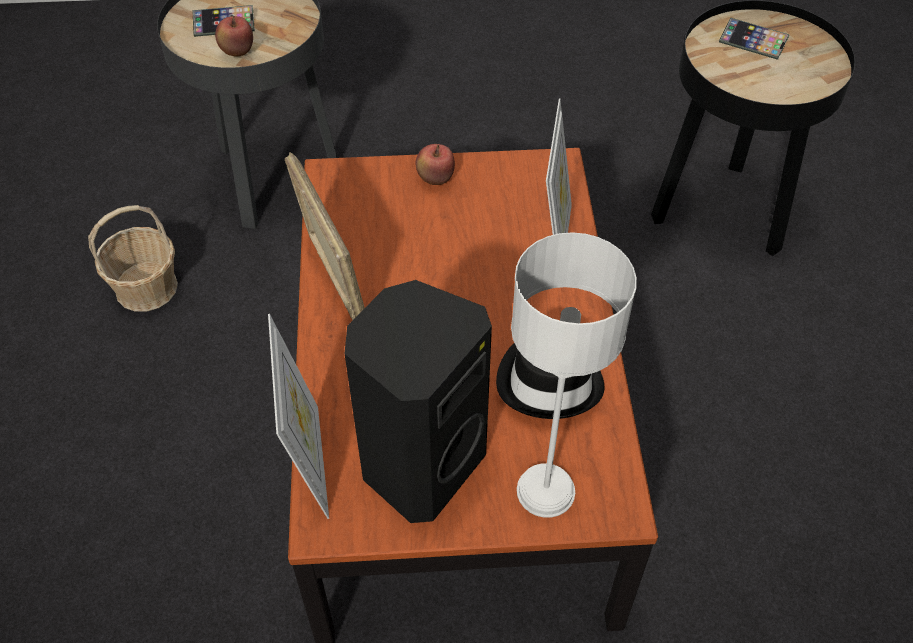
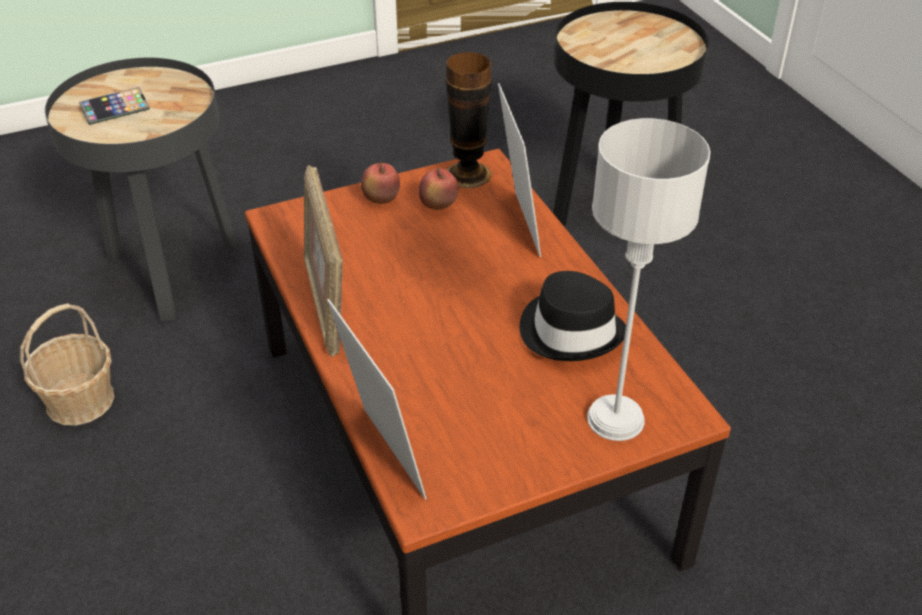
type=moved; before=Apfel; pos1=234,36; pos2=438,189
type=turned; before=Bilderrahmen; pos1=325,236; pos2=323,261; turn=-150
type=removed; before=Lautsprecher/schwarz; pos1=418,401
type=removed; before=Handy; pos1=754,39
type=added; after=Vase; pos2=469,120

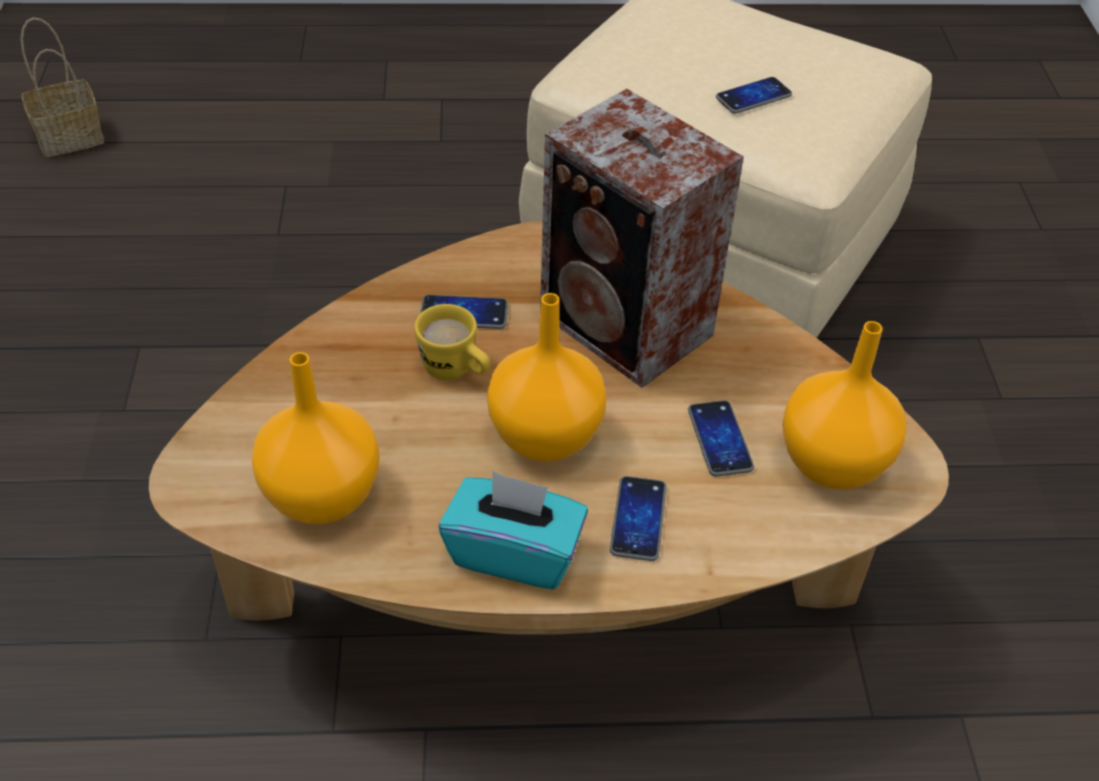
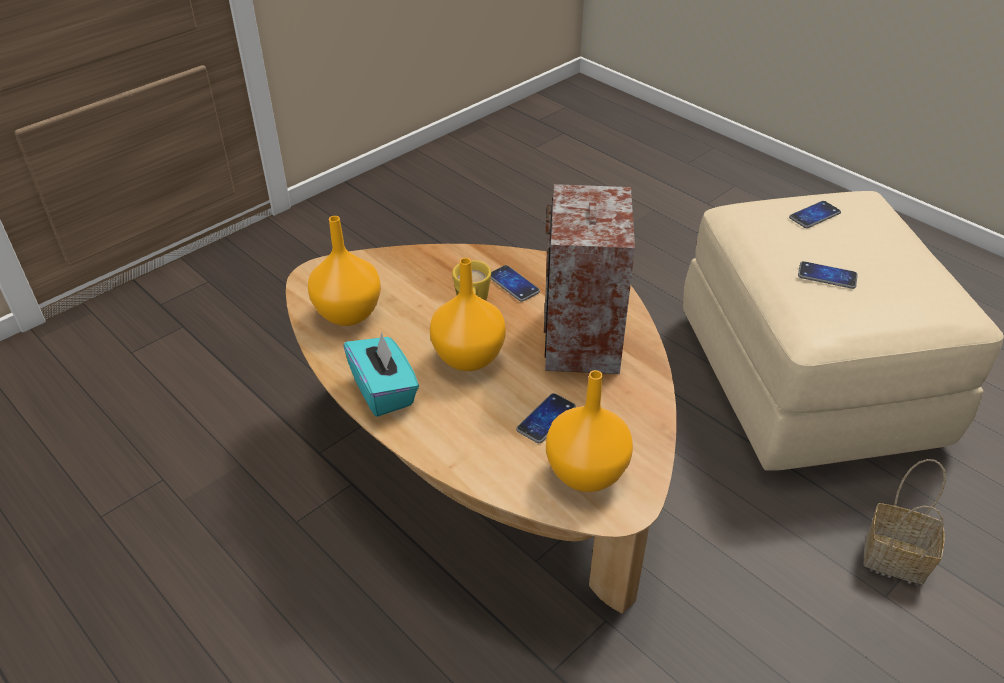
type=moved; before=Korb; pos1=62,87; pos2=905,521
type=moved; before=Handy; pos1=638,518; pos2=815,214

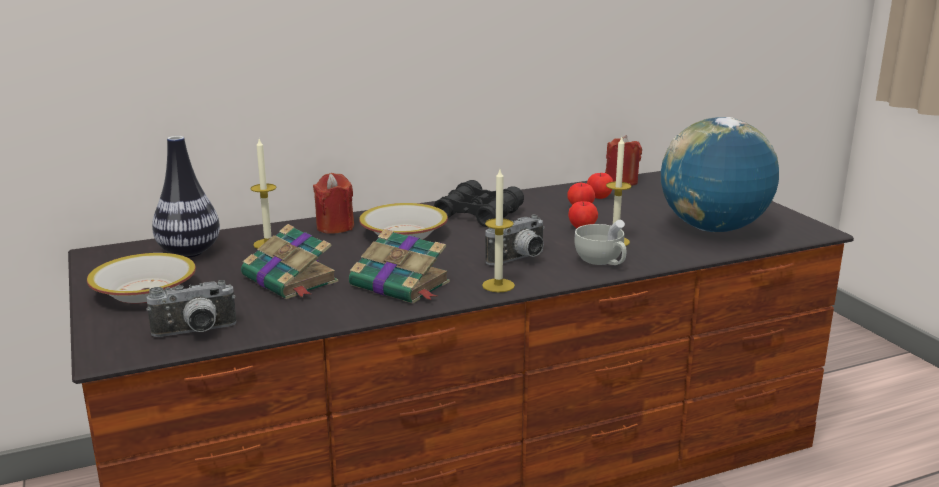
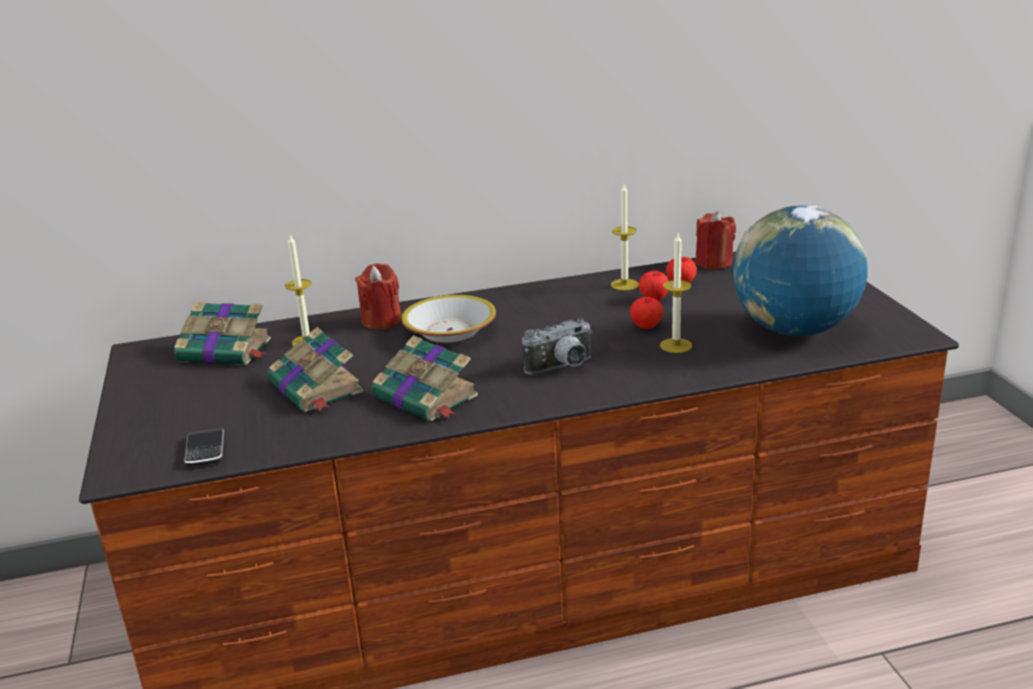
type=removed; before=Schüssel; pos1=141,278
type=replaced; before=Kamera; after=Handy; pos1=191,308; pos2=204,447
type=replaced; before=Vase; after=Buch; pos1=186,197; pos2=222,333
type=removed; before=Fernglas/schwarz; pos1=479,203
type=moved; before=Kerze; pos1=498,231; pos2=625,237
type=removed; before=Tasse/weiß; pos1=600,242

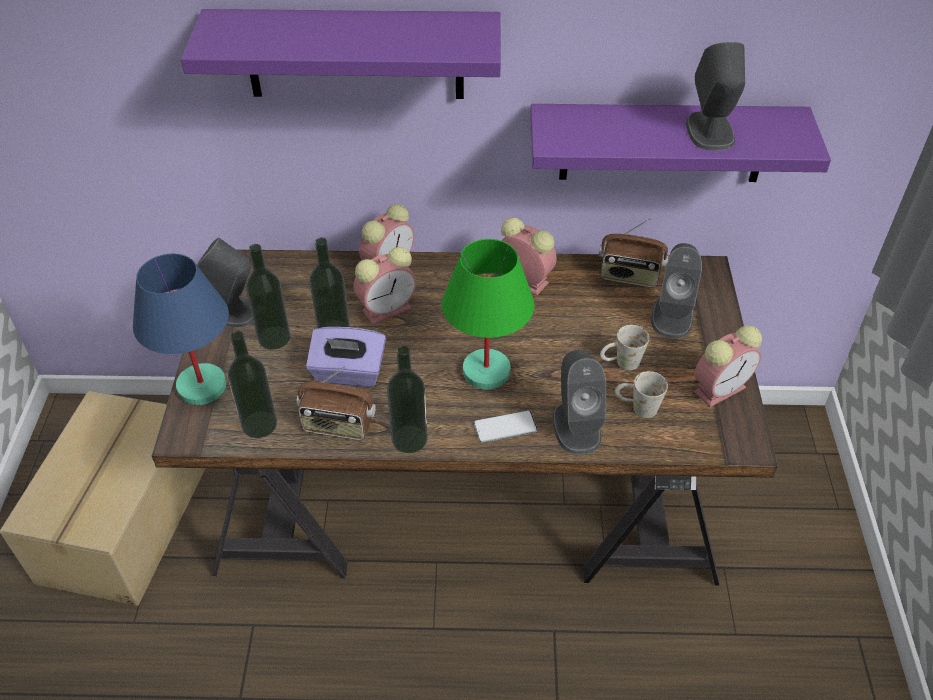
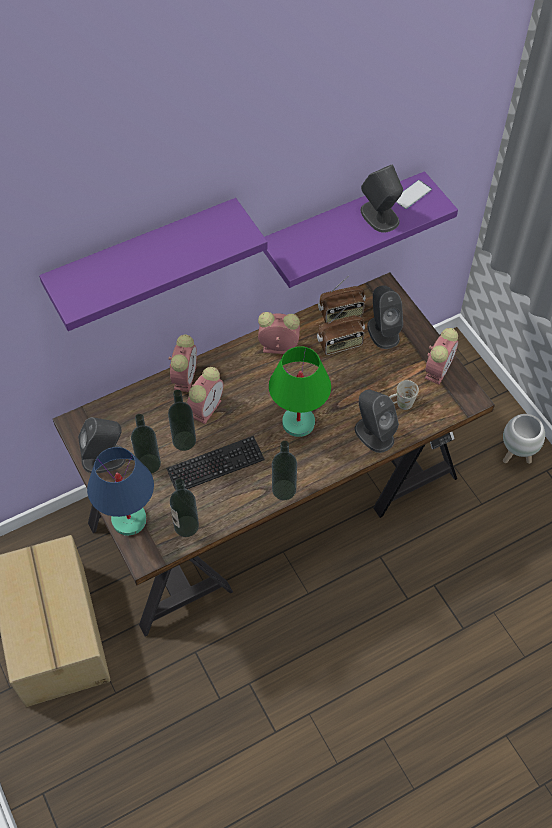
type=moved; before=Radio; pos1=336,402; pos2=341,330
type=replaced; before=Taschentuchbox/lila; after=Tastatur; pos1=346,357; pos2=215,463
type=moved; before=Handy; pos1=506,426; pos2=414,194
type=removed; before=Henkelbecher/weiß; pos1=624,347
type=added; after=Pflanzkübel/weiß; pos2=524,439

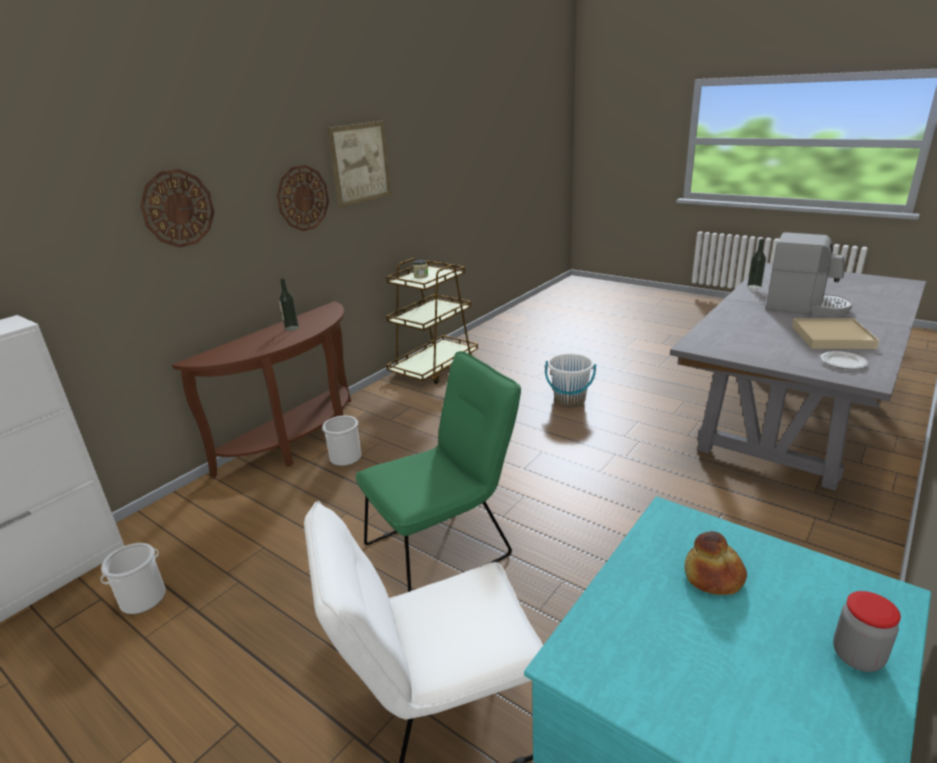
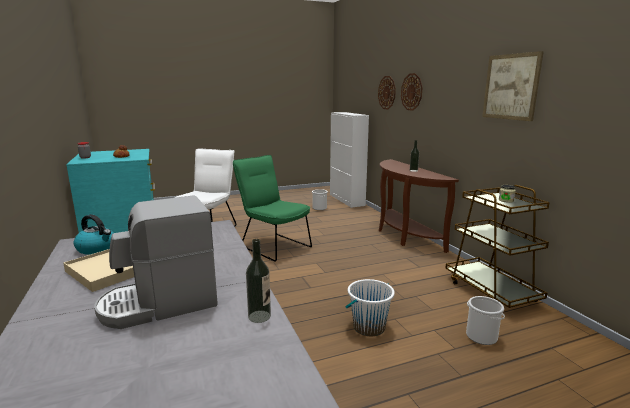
type=moved; before=Wanduhr; pos1=303,198; pos2=387,92
type=moved; before=Eimer; pos1=341,441; pos2=485,320
type=turned; before=Stuhl/grün; pos1=438,471; pos2=272,208; turn=135
type=replaced; before=Teller; after=Wasserkessel; pos1=844,360; pos2=94,234

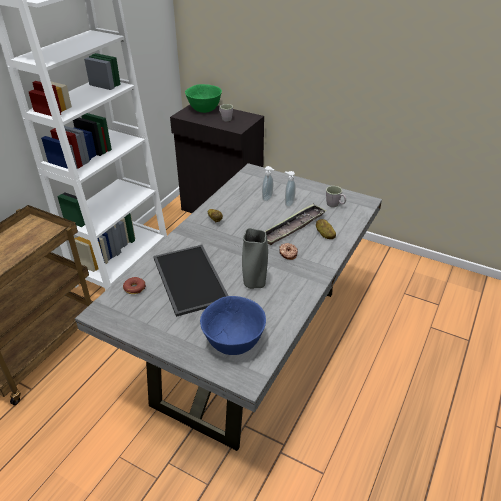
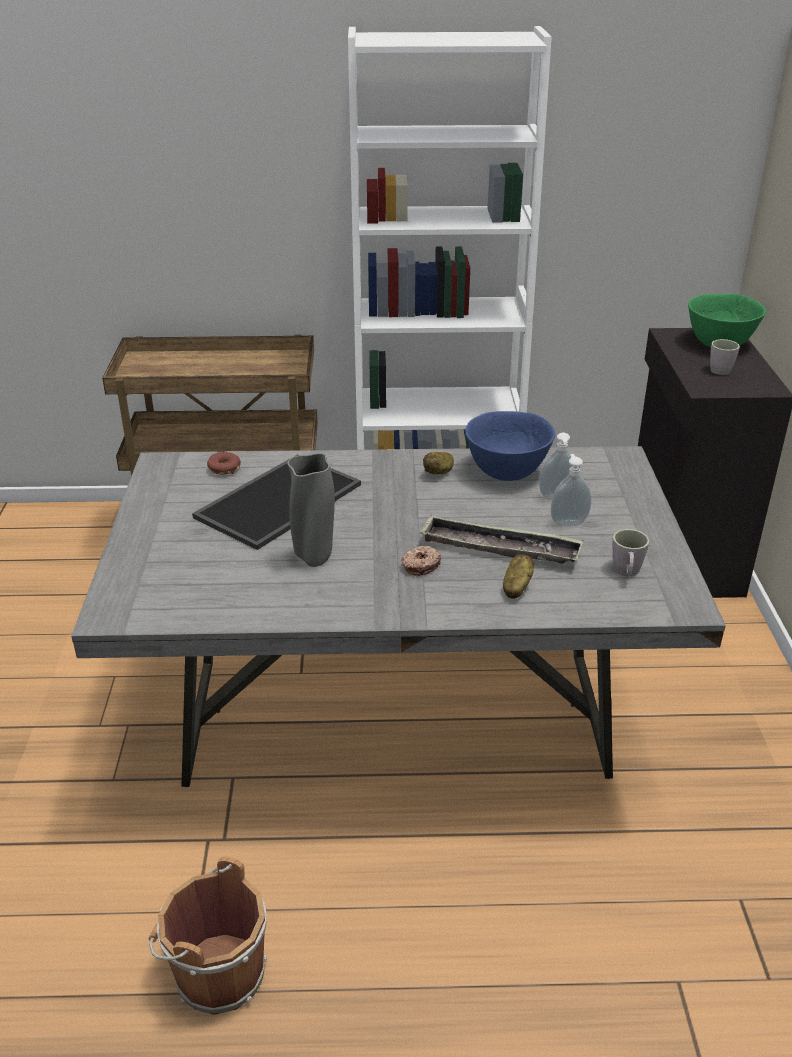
type=moved; before=Schüssel/blau; pos1=233,325; pos2=510,446
type=added; after=Eimer/braun; pos2=208,936

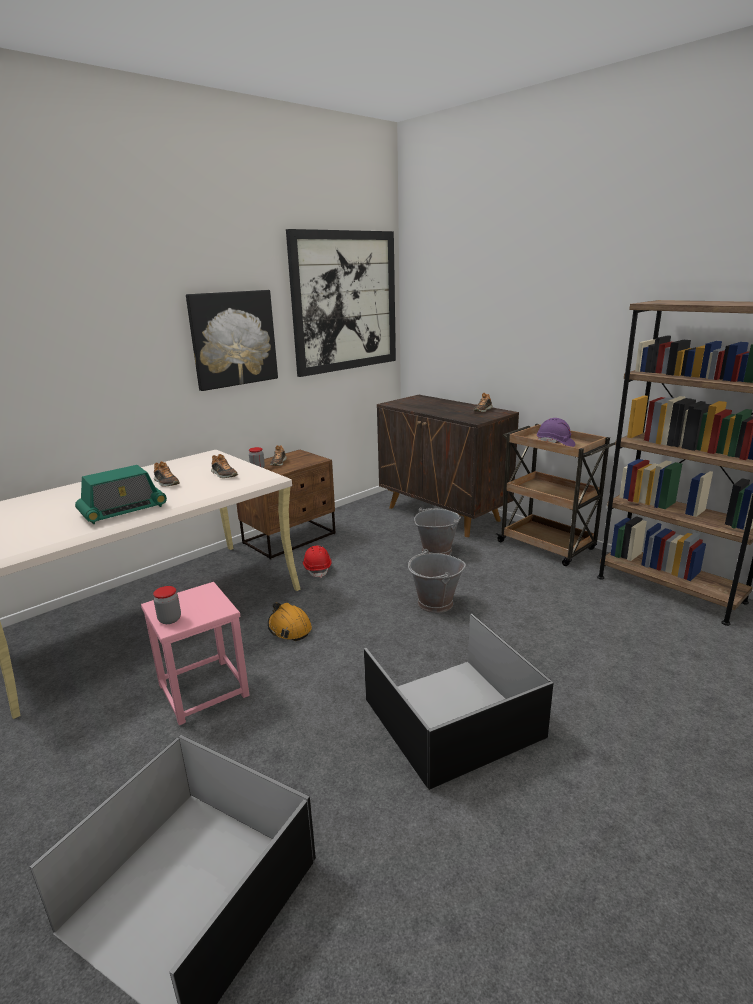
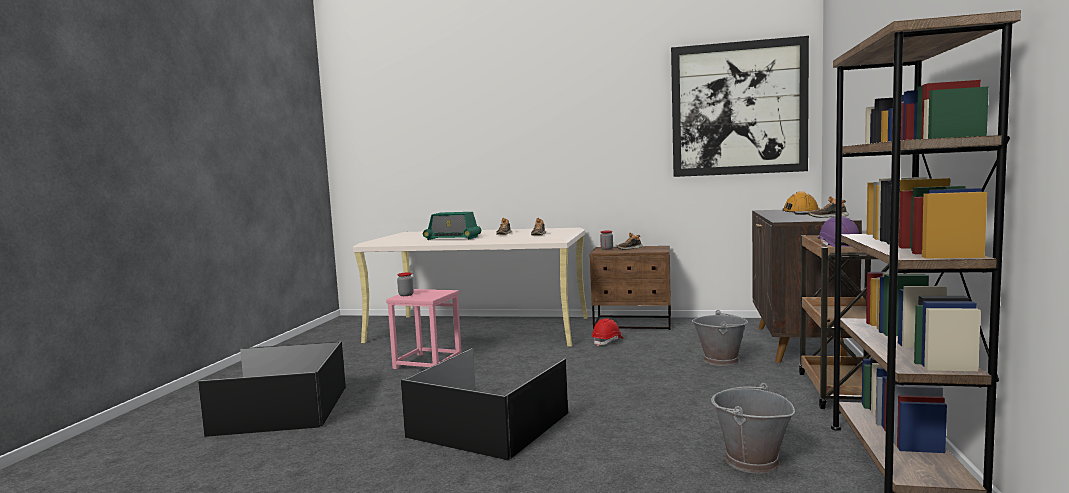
type=removed; before=Bild; pos1=232,340
type=moved; before=Schutzhelm/orange; pos1=290,622; pos2=801,203
type=moved; before=Eimer/grau; pos1=437,581; pos2=753,428

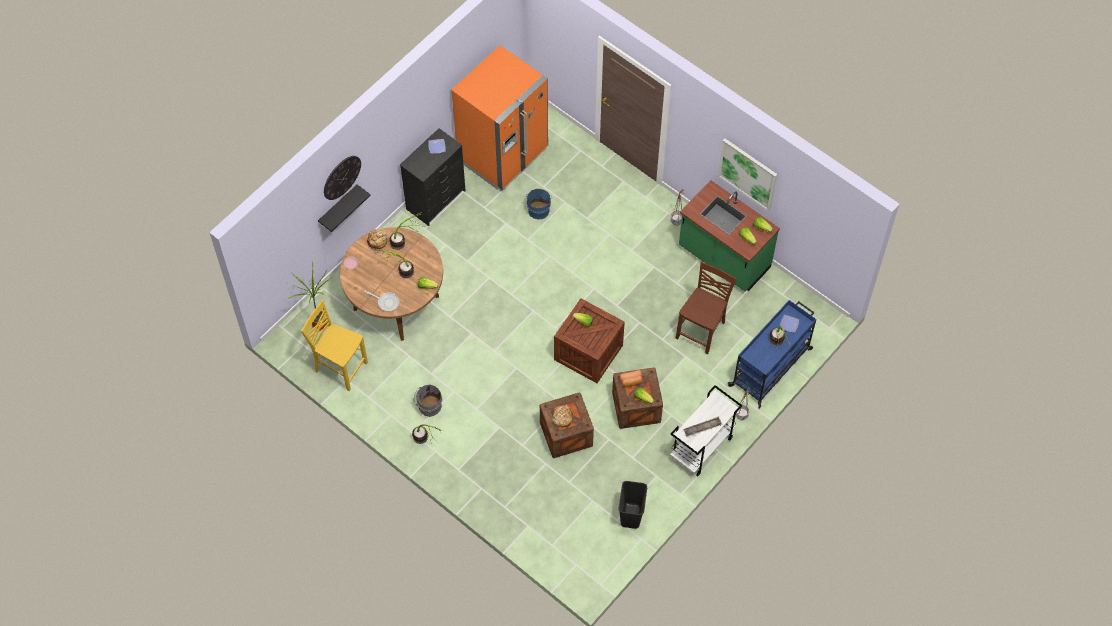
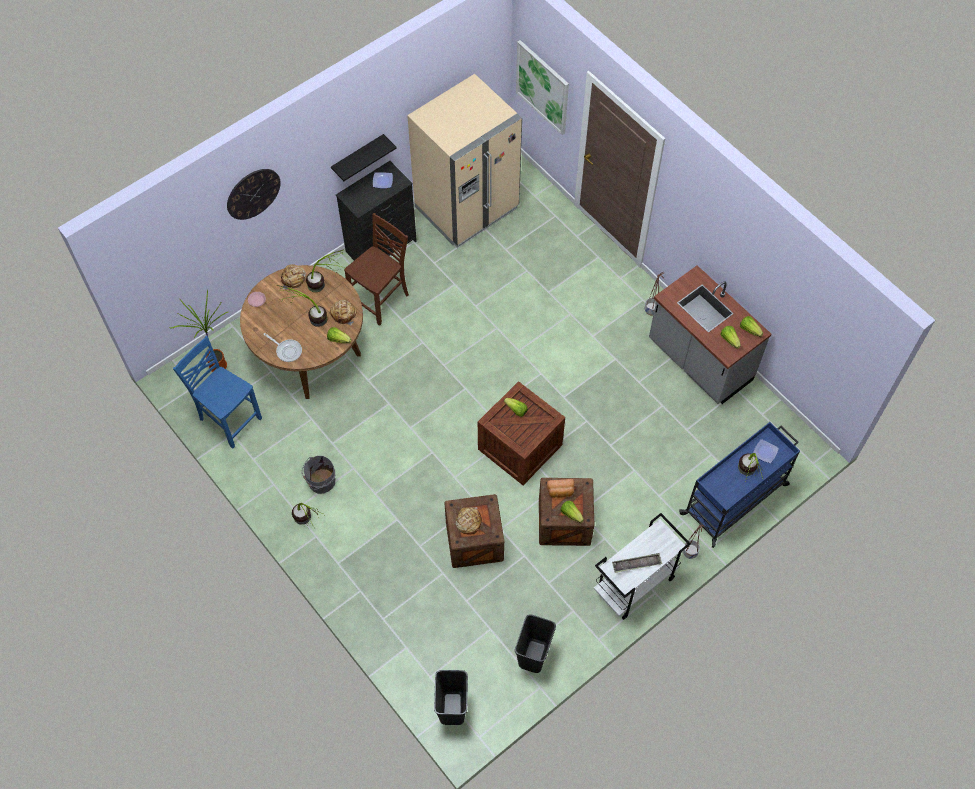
type=recoloured; before=Stuhl/gelb; after=Stuhl/blau; pos1=334,345; pos2=217,392
type=moved; before=Wandregal/schwarz; pos1=344,208; pos2=364,157
type=recoloured; before=Kühlschrank/orange; after=Kühlschrank/beige; pos1=499,118; pos2=464,161
type=removed; before=Eimer/blau; pos1=539,204
type=moved; before=Stuhl/braun; pos1=706,307; pos2=376,269
type=recoloured; before=Küchenzeile/grün; after=Küchenzeile/grau; pos1=729,235; pos2=710,334
type=moved; before=Bild; pos1=747,175; pos2=542,87
type=added; after=Brot; pos2=343,312
type=added; after=Mülleimer/schwarz; pos2=451,697

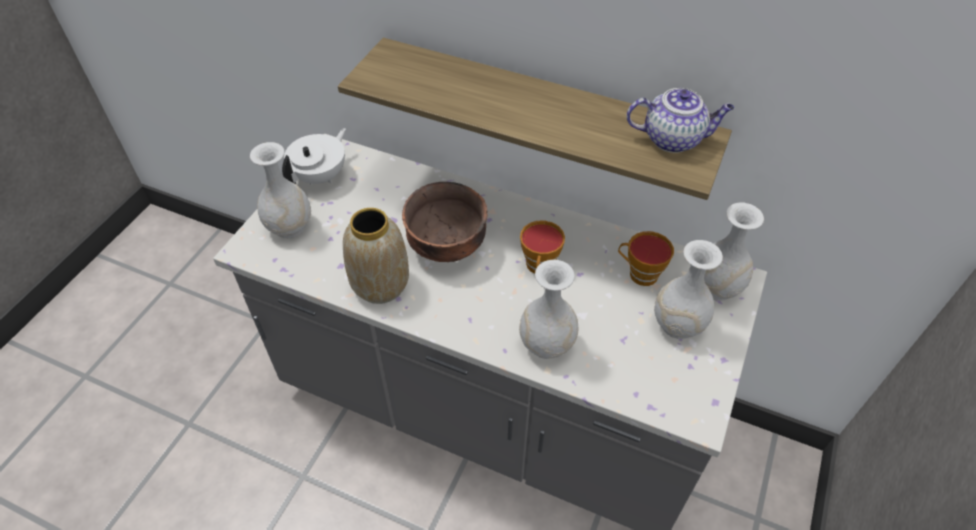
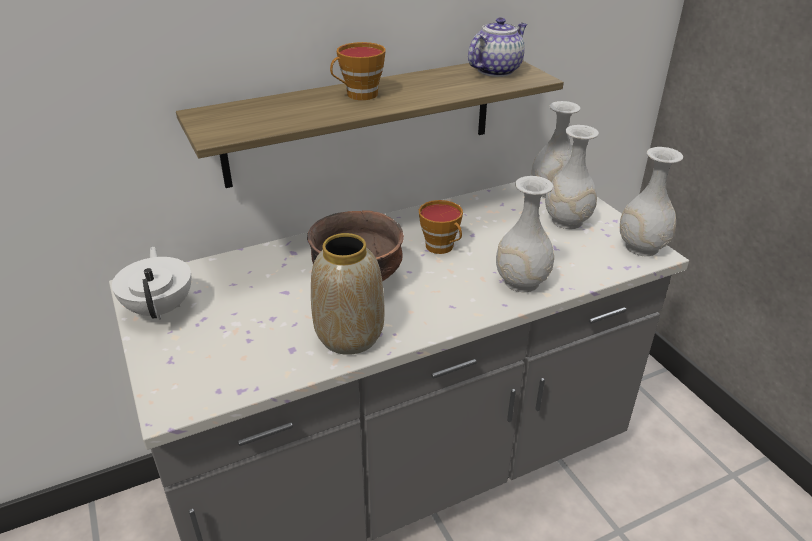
type=moved; before=Vase/weiß; pos1=280,190; pos2=651,201
type=moved; before=Tasse; pos1=646,258; pos2=358,71

